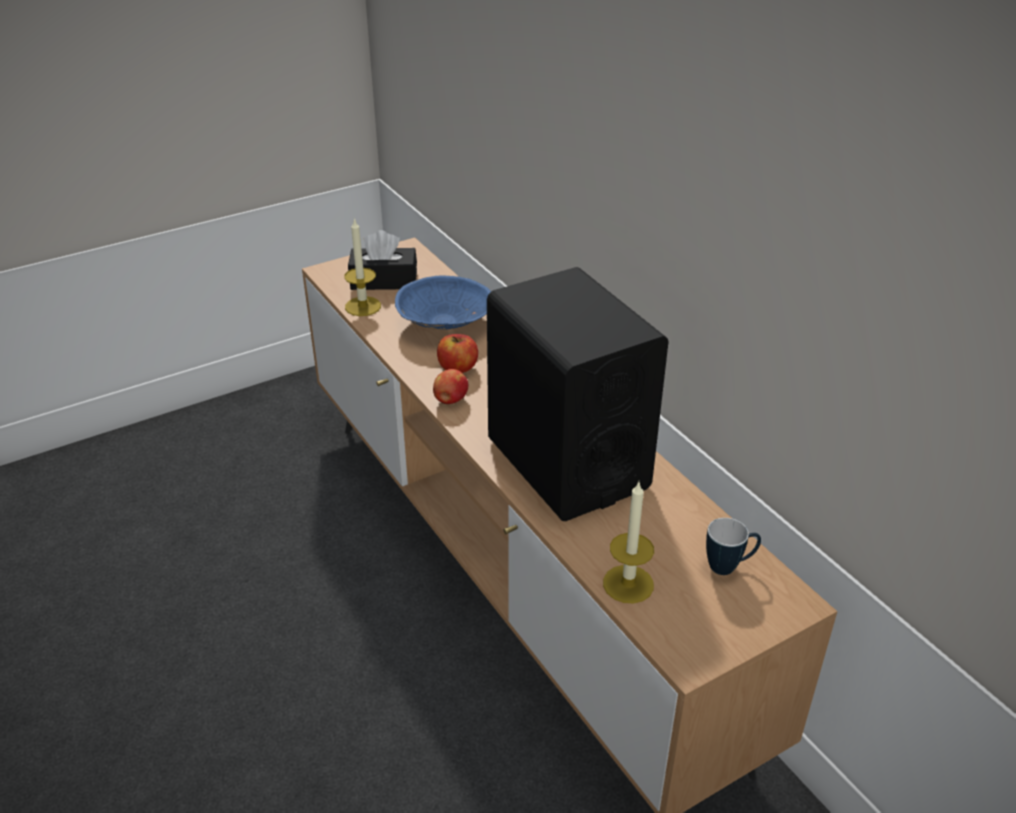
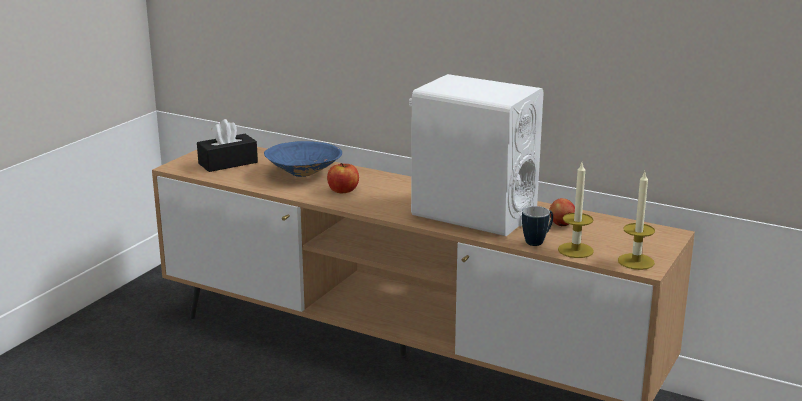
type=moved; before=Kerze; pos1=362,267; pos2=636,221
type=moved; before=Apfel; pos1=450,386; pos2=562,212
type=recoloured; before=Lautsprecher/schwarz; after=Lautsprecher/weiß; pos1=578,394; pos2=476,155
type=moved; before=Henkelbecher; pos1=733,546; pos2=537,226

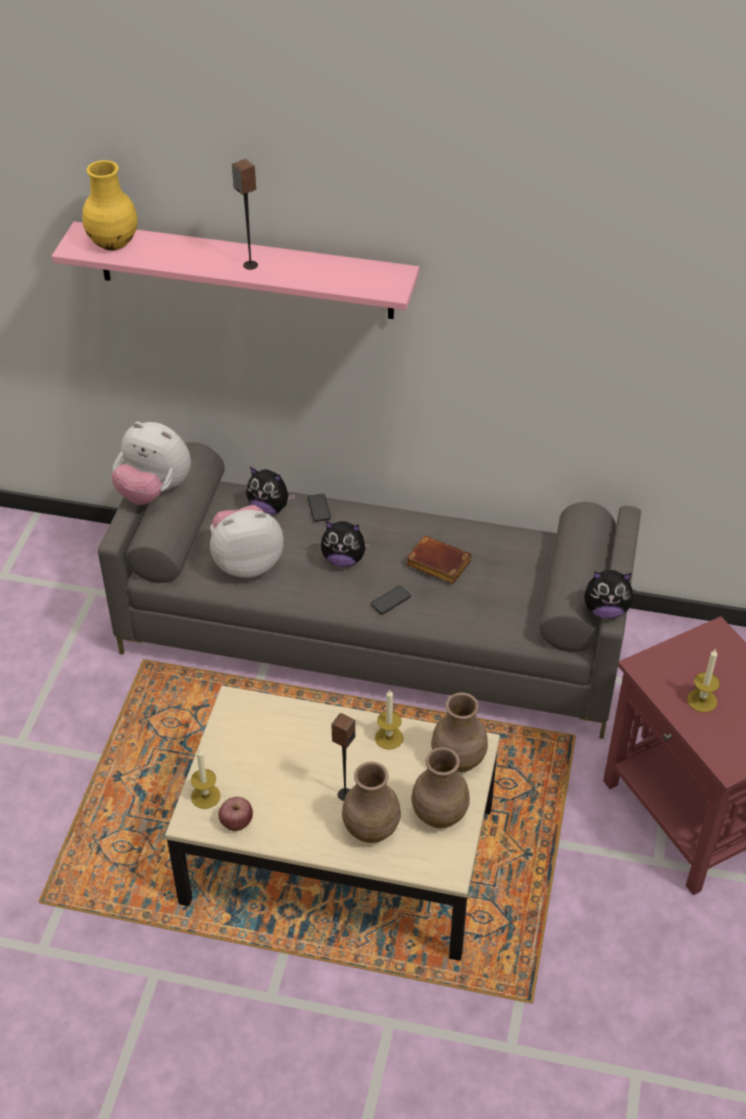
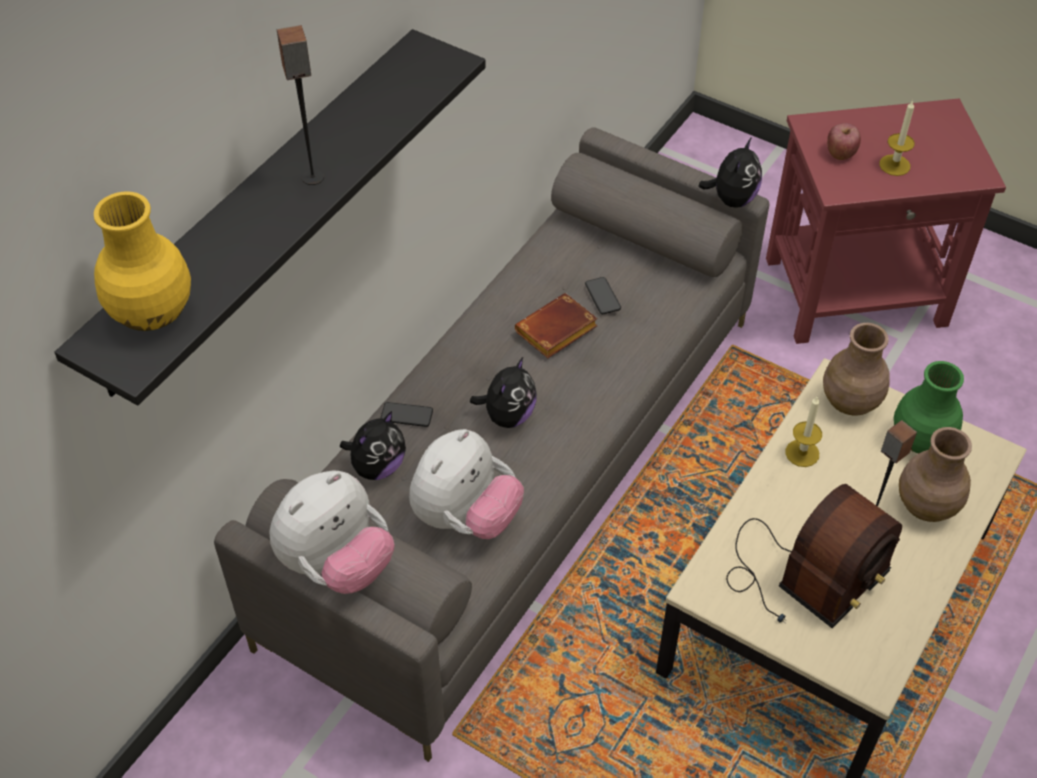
type=recoloured; before=Wandregal/rosa; after=Wandregal/schwarz; pos1=235,270; pos2=270,217
type=removed; before=Kerze; pos1=206,779
type=turned; before=Plüschtier; pos1=247,541; pos2=466,484; turn=-150
type=moved; before=Apfel; pos1=235,814; pos2=844,141
type=moved; before=Handy; pos1=391,600; pos2=603,295
type=recoloured; before=Vase/braun; after=Vase/grün; pos1=440,787; pos2=929,407
type=added; after=Radio; pos2=814,556

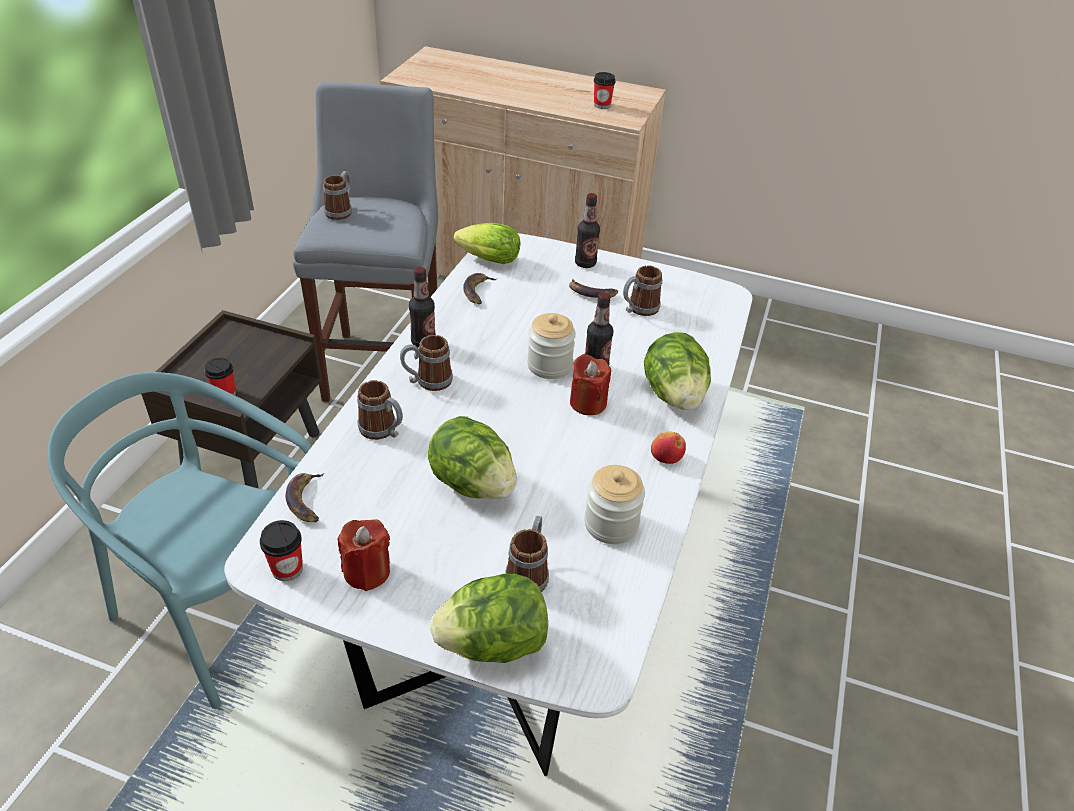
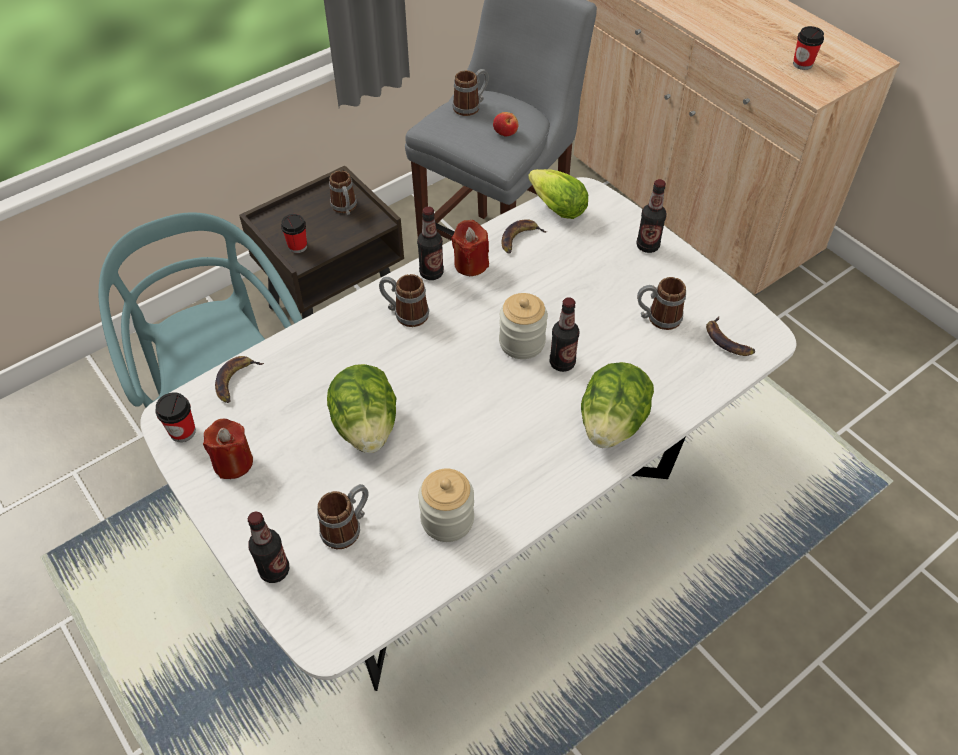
type=moved; before=Henkelbecher; pos1=380,410; pos2=343,193
type=replaced; before=Salatkopf; after=Flasche; pos1=489,618; pos2=268,547
type=moved; before=Banane; pos1=593,288; pos2=730,336
type=moved; before=Kerze/rot; pos1=590,384; pos2=470,248
type=moved; before=Apfel; pos1=668,448; pos2=505,124

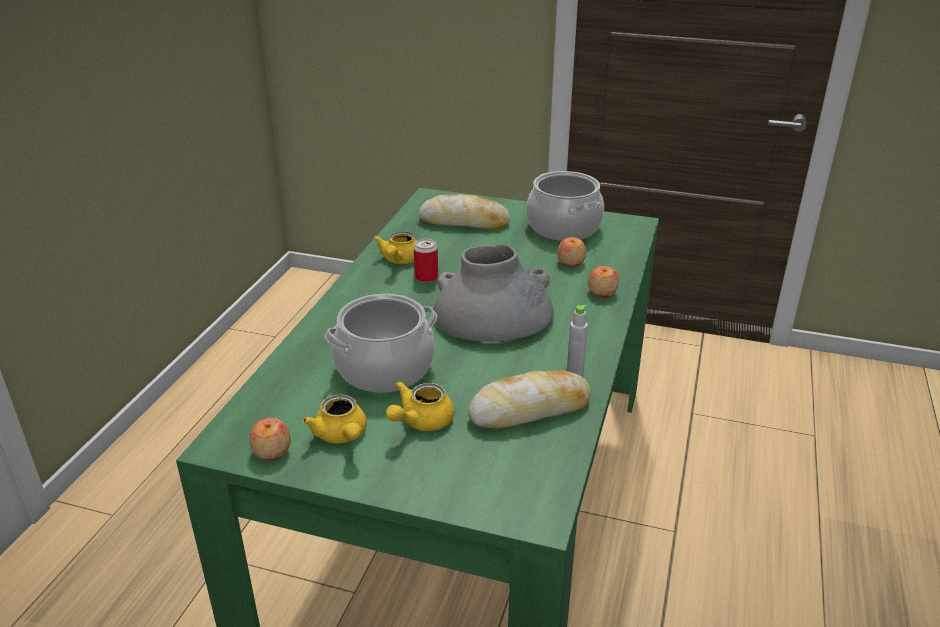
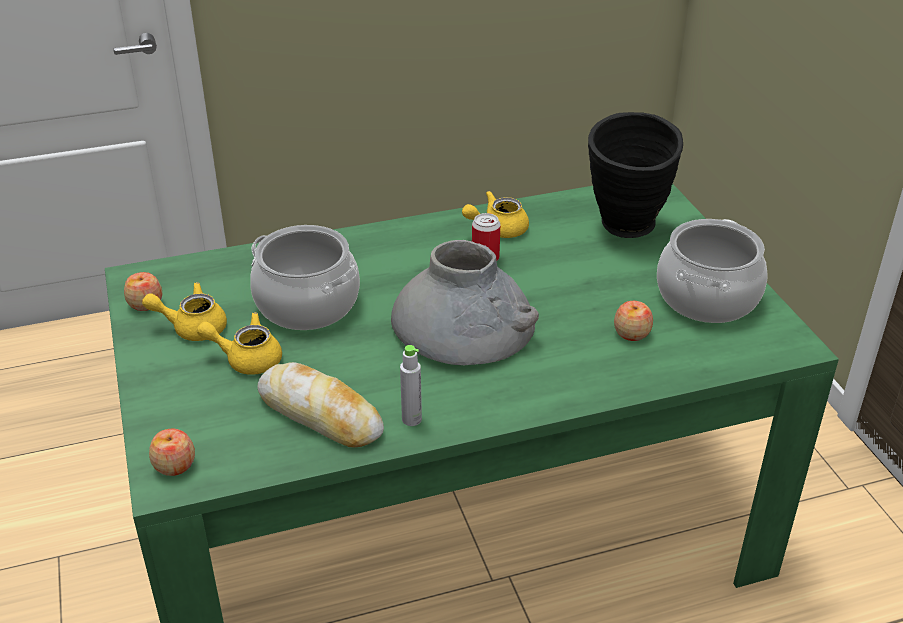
type=turned; before=Teekanne/gelb; pos1=335,419; pos2=184,311; turn=60
type=replaced; before=Brot; after=Vase/schwarz; pos1=465,211; pos2=635,175
type=moved; before=Apfel; pos1=603,282; pos2=172,452

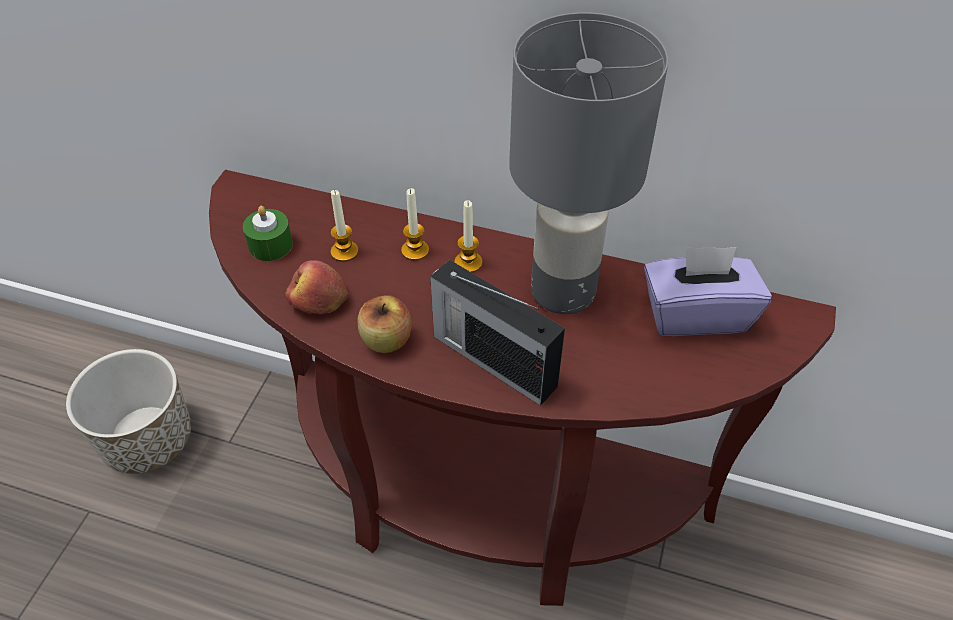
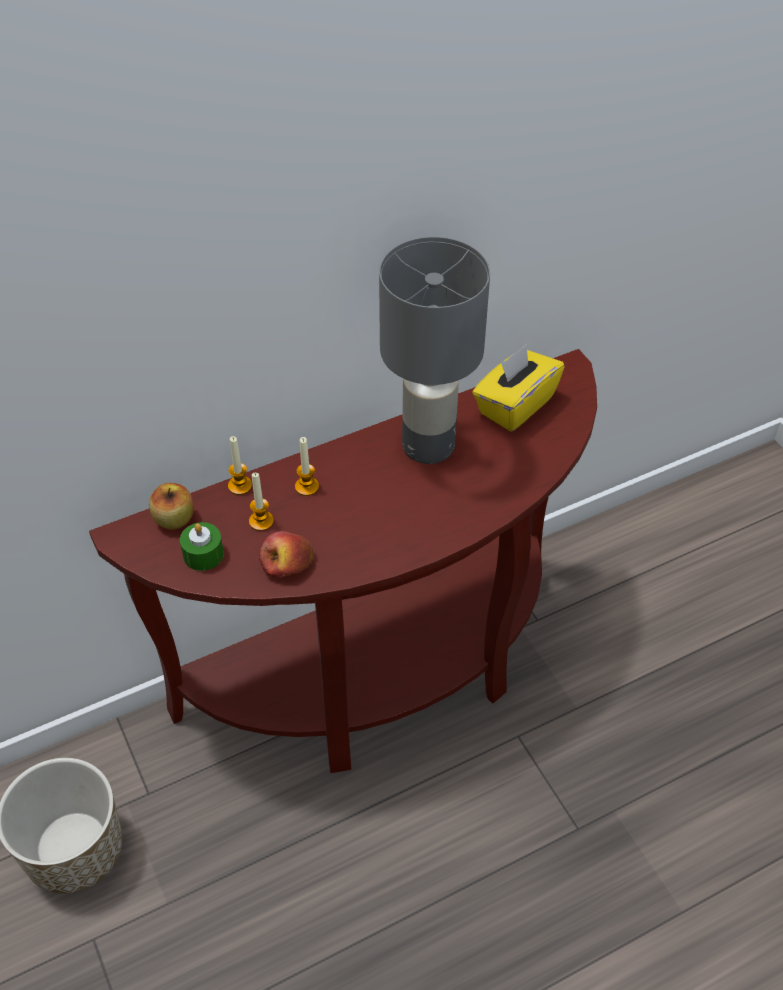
type=moved; before=Apfel; pos1=385,324; pos2=171,506
type=removed; before=Radio; pos1=497,333
type=moved; before=Kerze; pos1=468,236; pos2=240,465
type=recoloured; before=Taschentuchbox/lila; after=Taschentuchbox/gelb; pos1=708,291; pos2=518,388

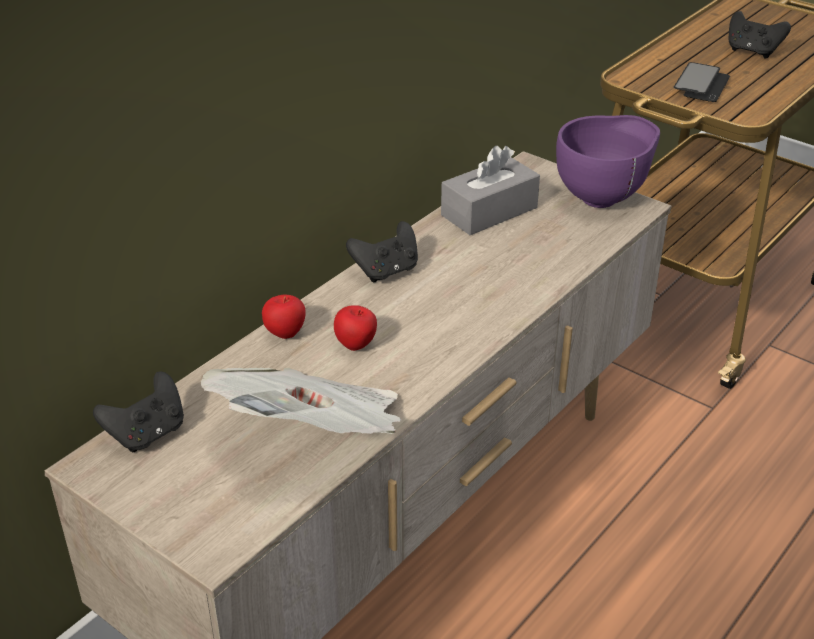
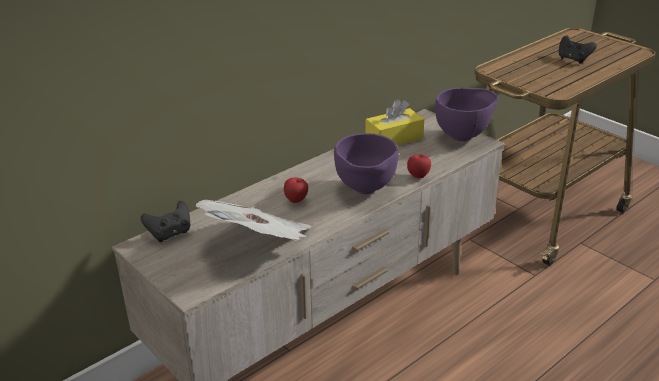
type=moved; before=Apfel; pos1=284,317; pos2=419,166
type=removed; before=Gamepad/schwarz; pos1=382,251
type=recoloured; before=Taschentuchbox/grau; after=Taschentuchbox/gelb; pos1=490,190; pos2=394,122
type=removed; before=Handy; pos1=702,82
type=added; after=Schüssel/lila; pos2=366,163

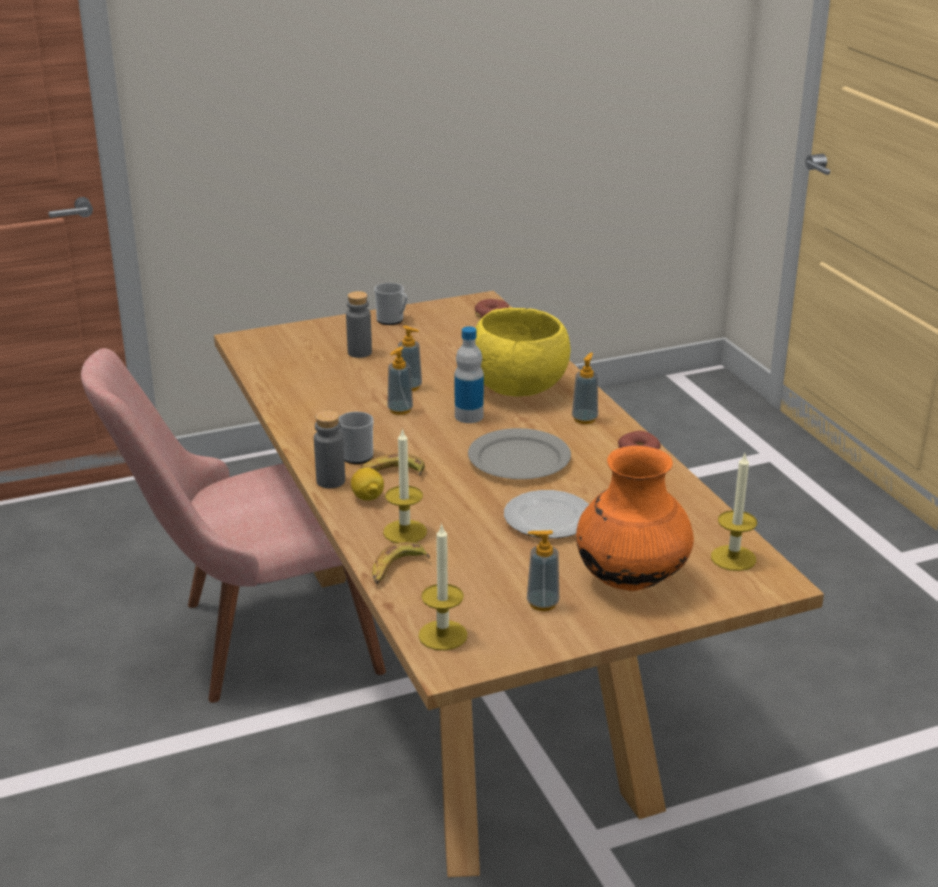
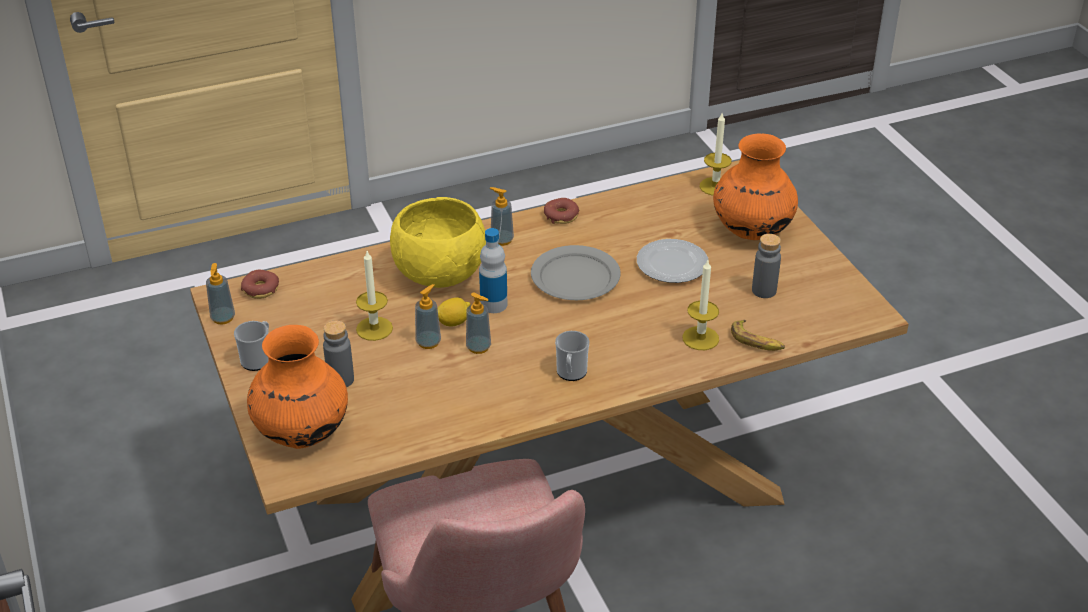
type=moved; before=Flasche/grau; pos1=329,449; pos2=766,266
type=moved; before=Zitrone; pos1=367,484; pos2=453,312
type=removed; before=Banane; pos1=393,464
type=moved; before=Kerze; pos1=442,587; pos2=374,296
type=moved; before=Seifenspender; pos1=543,570; pos2=220,294
type=added; after=Vase/orange; pos2=297,387

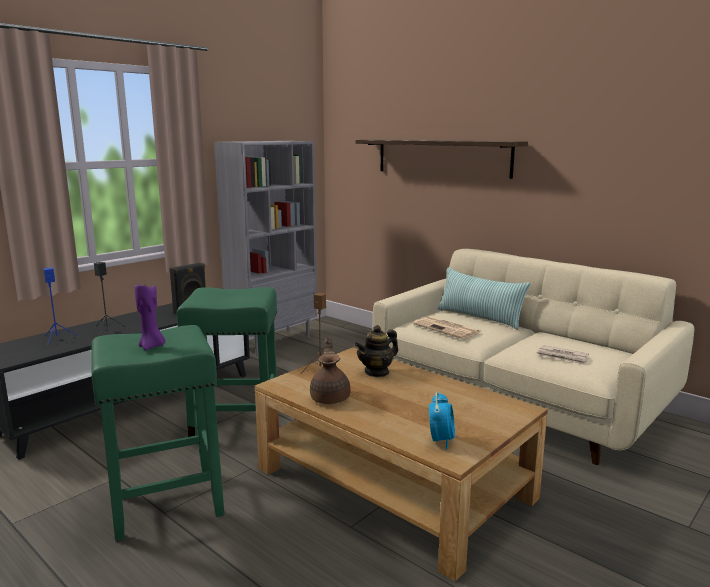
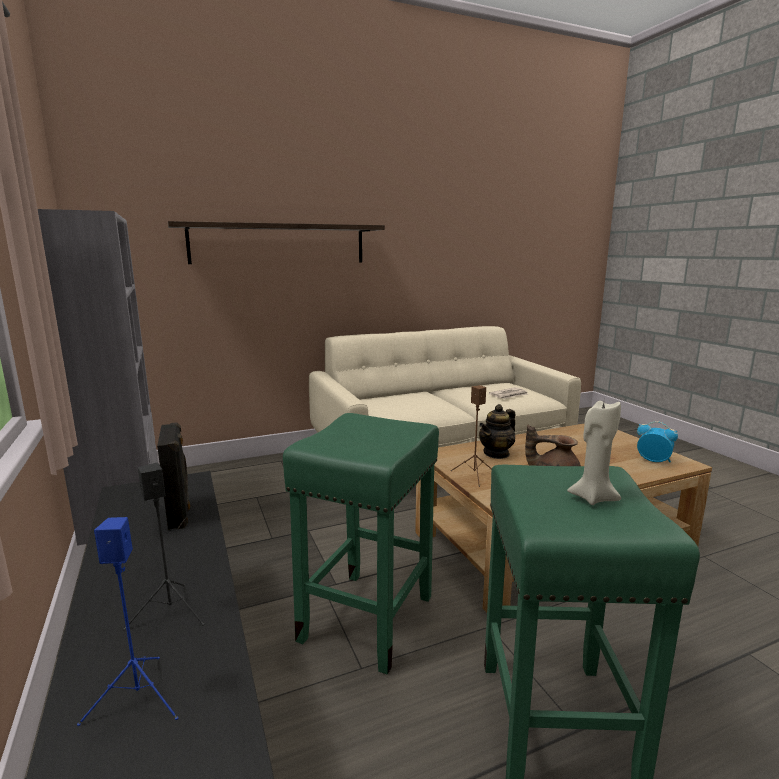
type=recoloured; before=Kerze/lila; after=Kerze/beige; pos1=150,317; pos2=594,453
type=turned; before=Teekanne; pos1=376,351; pos2=497,431; turn=60
type=removed; before=Zeitung; pos1=447,327
type=removed; before=Kissen; pos1=484,298

